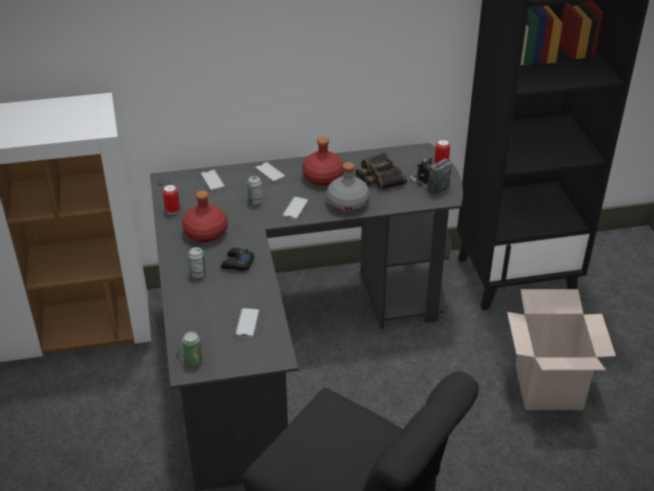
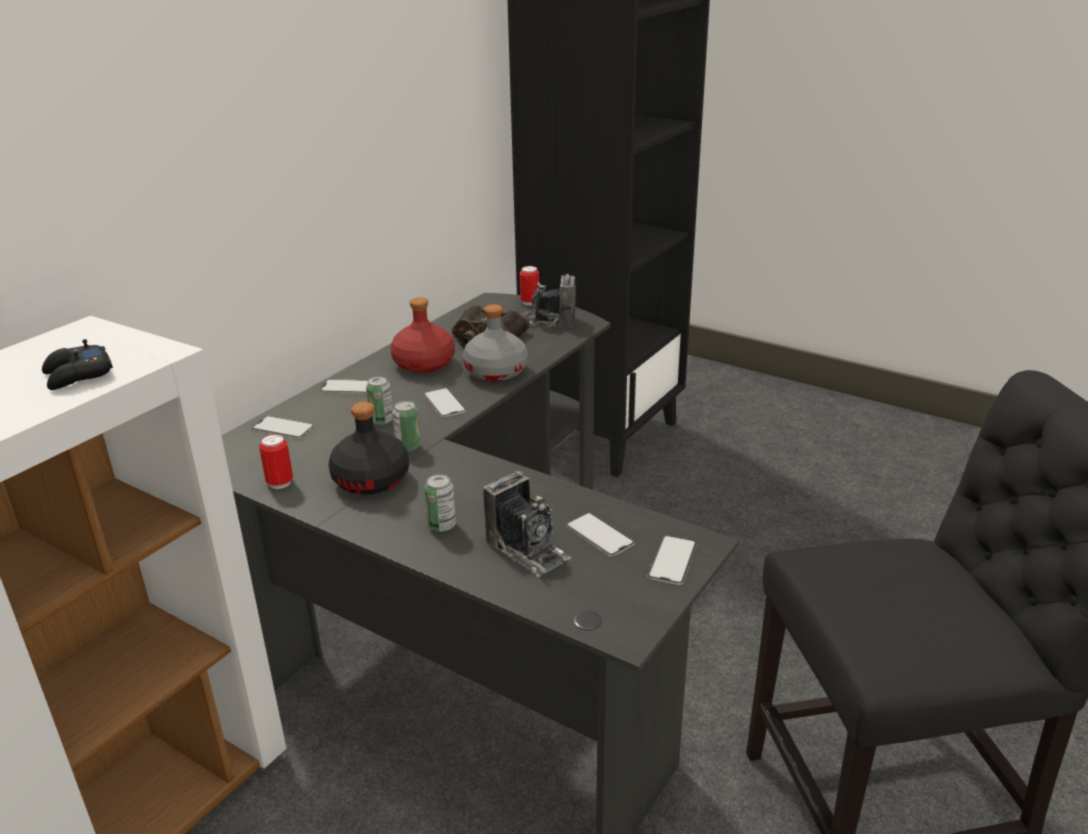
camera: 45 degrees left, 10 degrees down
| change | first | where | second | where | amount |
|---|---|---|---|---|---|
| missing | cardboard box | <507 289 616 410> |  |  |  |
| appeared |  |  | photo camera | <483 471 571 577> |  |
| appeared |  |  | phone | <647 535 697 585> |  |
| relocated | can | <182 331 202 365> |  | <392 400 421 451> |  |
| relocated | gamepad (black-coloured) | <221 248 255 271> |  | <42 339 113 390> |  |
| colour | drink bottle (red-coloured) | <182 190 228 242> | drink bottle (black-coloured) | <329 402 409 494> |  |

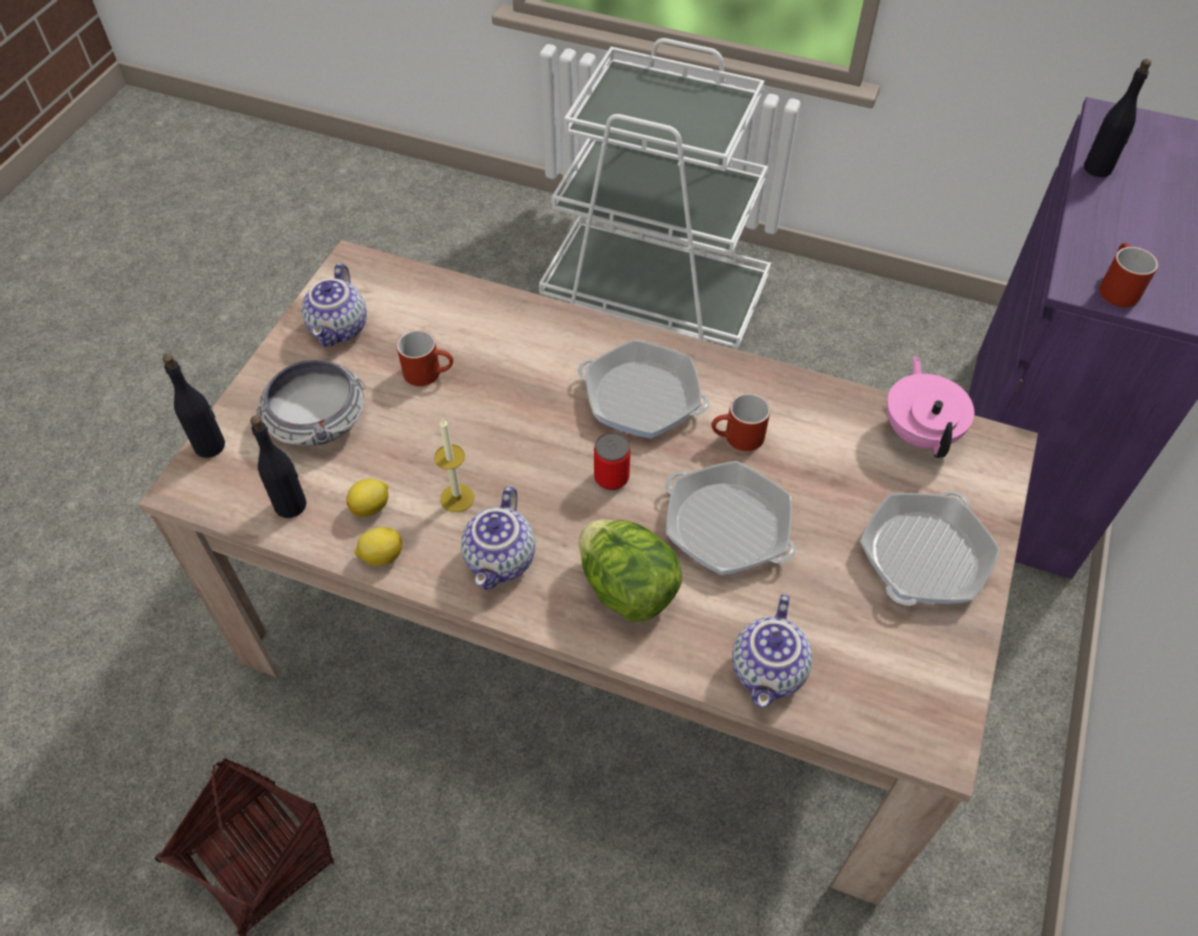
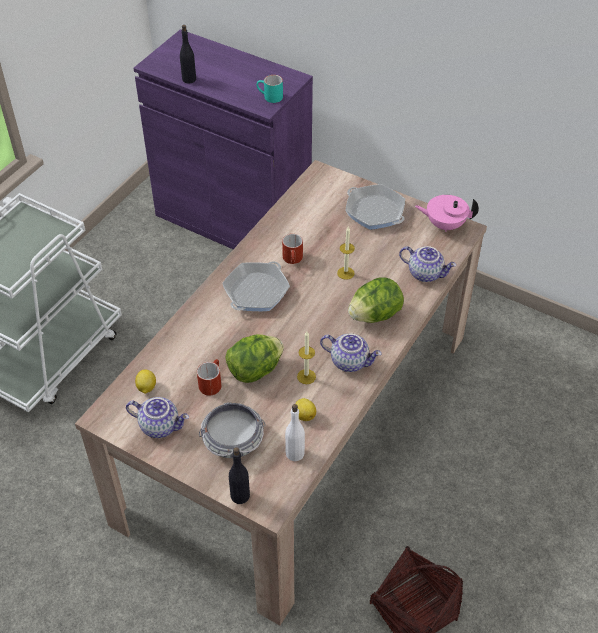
camera: 80 degrees left, 5 degrees down
| change | first | where | second | where | amount |
|---|---|---|---|---|---|
| missing | can | <594 432 630 490> |  |  |  |
| appeared |  |  | head of lettuce | <225 334 284 383> |  |
| relocated | citrus fruit | <355 527 402 566> |  | <135 370 156 394> |  |
| relocated | pot for tea (pink-coloured) | <887 356 974 458> |  | <415 195 479 232> |  |
| exchanged | pan | <665 461 796 575> | wax light | <337 227 355 280> |  |
| colour | drink bottle (black-coloured) | <250 416 307 518> | drink bottle (white) | <285 404 305 461> |  |
| colour | tea mug (red-coloured) | <1099 243 1158 307> | tea mug (blue-green) | <256 75 283 103> |  |

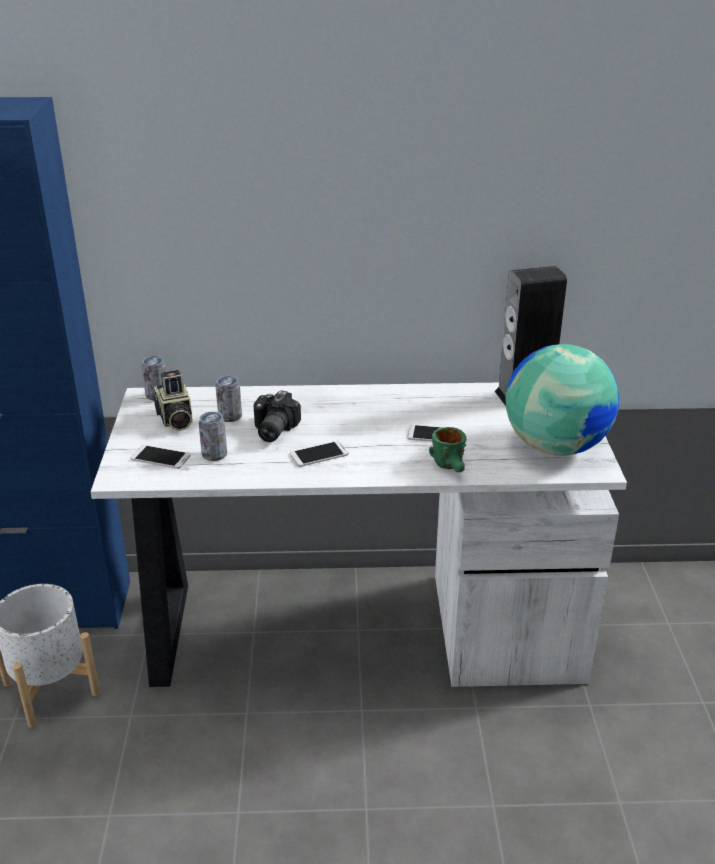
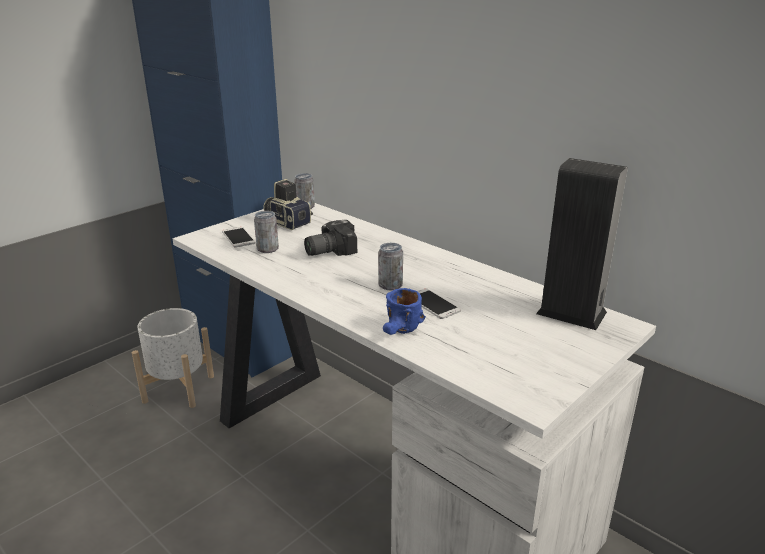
camera: 45 degrees right, 5 degrees down
| change | first | where | second | where | amount |
|---|---|---|---|---|---|
| missing | phone | <290 441 349 467> |  |  |  |
| missing | desk globe | <506 344 619 456> |  |  |  |
| relocated | can | <216 376 242 422> |  | <378 243 403 290> |  |
| colour | tea mug (green-coloured) | <429 427 466 472> | tea mug (blue-coloured) | <383 288 426 335> |  |
| spun | photo camera | <153 370 193 431> |  | <263 179 313 230> | 105 degrees clockwise |

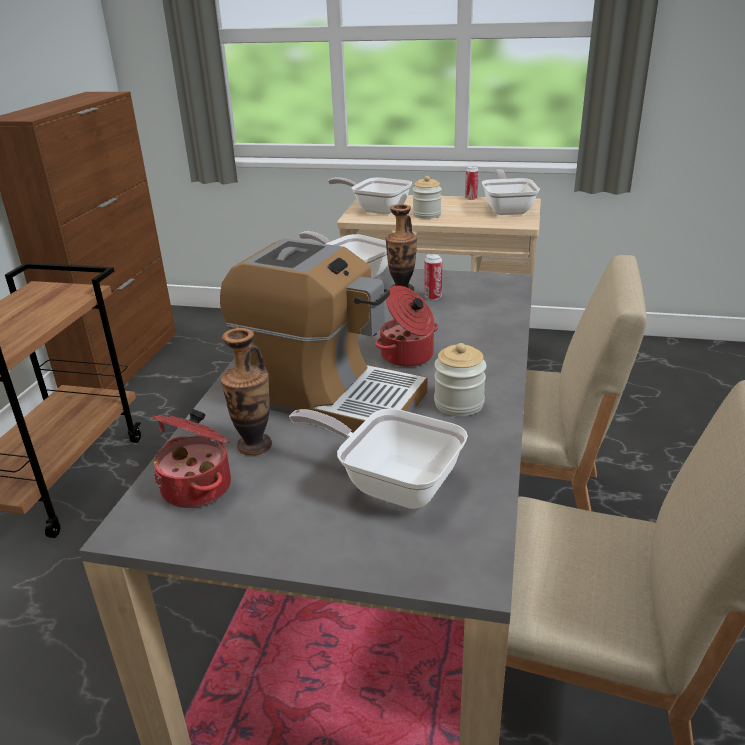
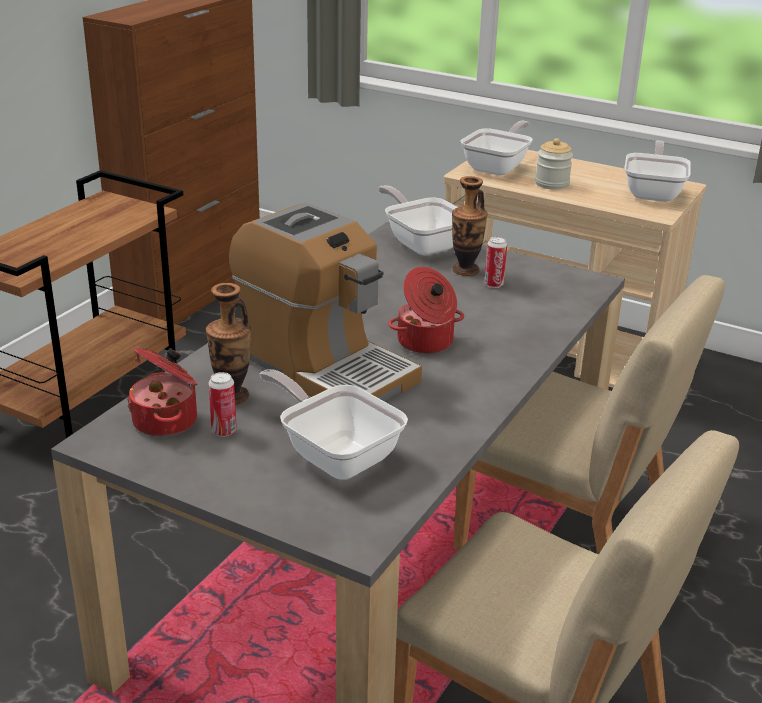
camera: 15 degrees right, 0 degrees up
| change | first | where | second | where | amount |
|---|---|---|---|---|---|
| missing | storage jar | <434 343 486 416> |  |  |  |
| relocated | can | <465 166 479 200> |  | <208 372 237 437> |  |
| spun | pan | <328 177 412 214> |  | <461 121 533 176> | 75 degrees clockwise |

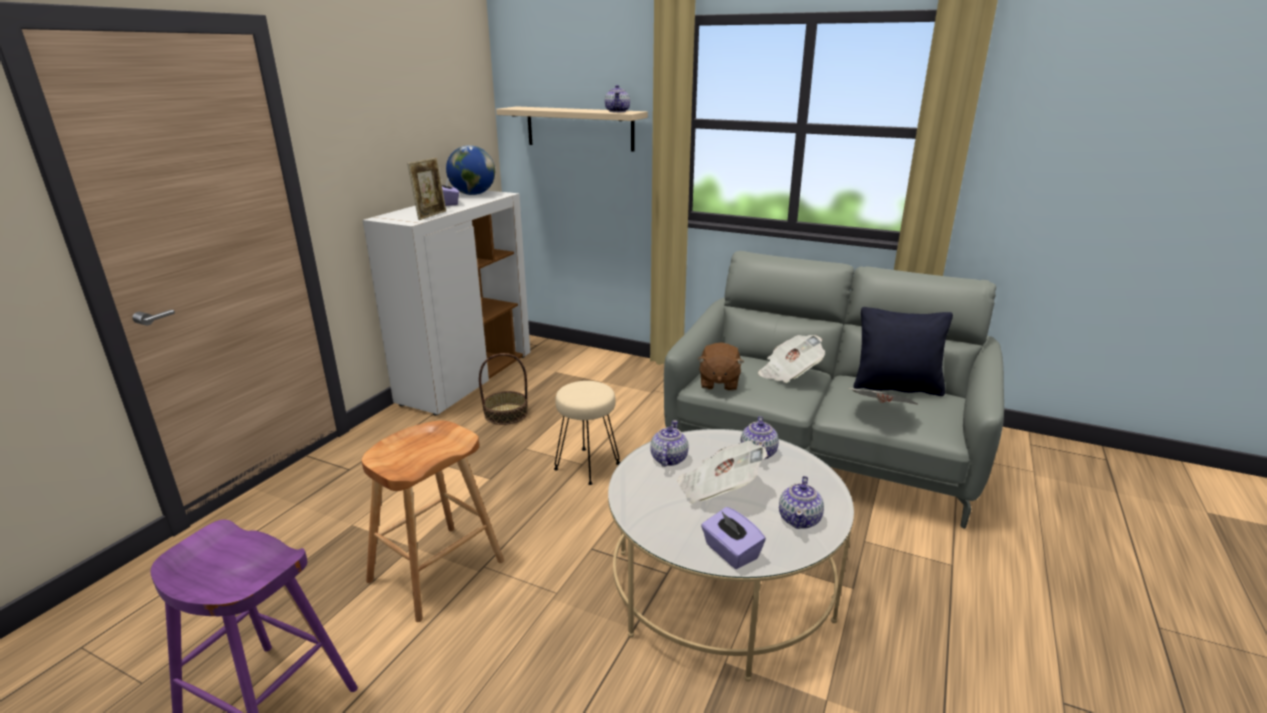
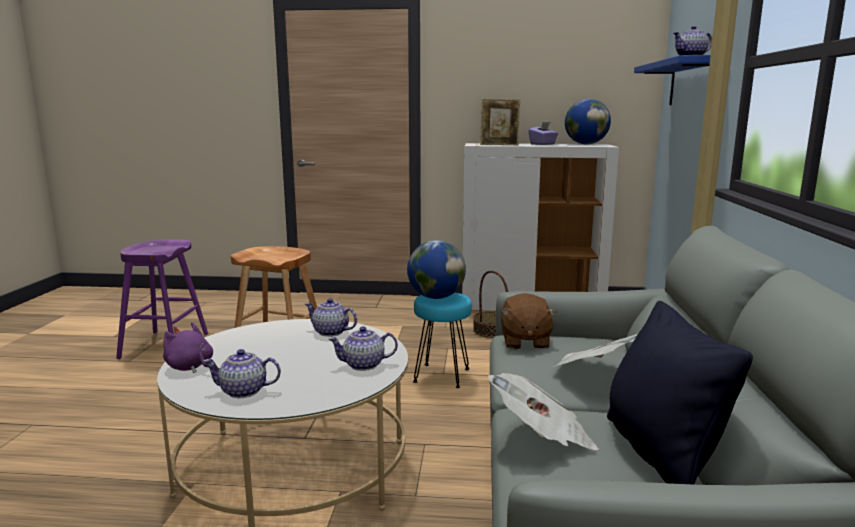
camera: 70 degrees right, 10 degrees down
| change | first | where | second | where | amount |
|---|---|---|---|---|---|
| missing | newspaper | <677 441 767 504> |  |  |  |
| appeared |  |  | desk globe | <407 240 466 299> |  |
| exchanged | box of tissues (purple) | <701 507 766 569> | plush toy (purple) | <163 322 213 373> |  |
| colour | bracket shelf (beige-coloured) | <496 106 648 152> | bracket shelf (blue-coloured) | <634 55 710 105> |  |
| colour | stool seat (beige-coloured) | <554 381 620 485> | stool seat (blue-green) | <413 293 472 388> |  |
| spun | pot for tea | <650 420 688 467> |  | <305 298 357 337> | 150 degrees counterclockwise |
| spun | plush toy (brownish) | <698 342 744 391> |  | <501 293 558 349> | 75 degrees counterclockwise |

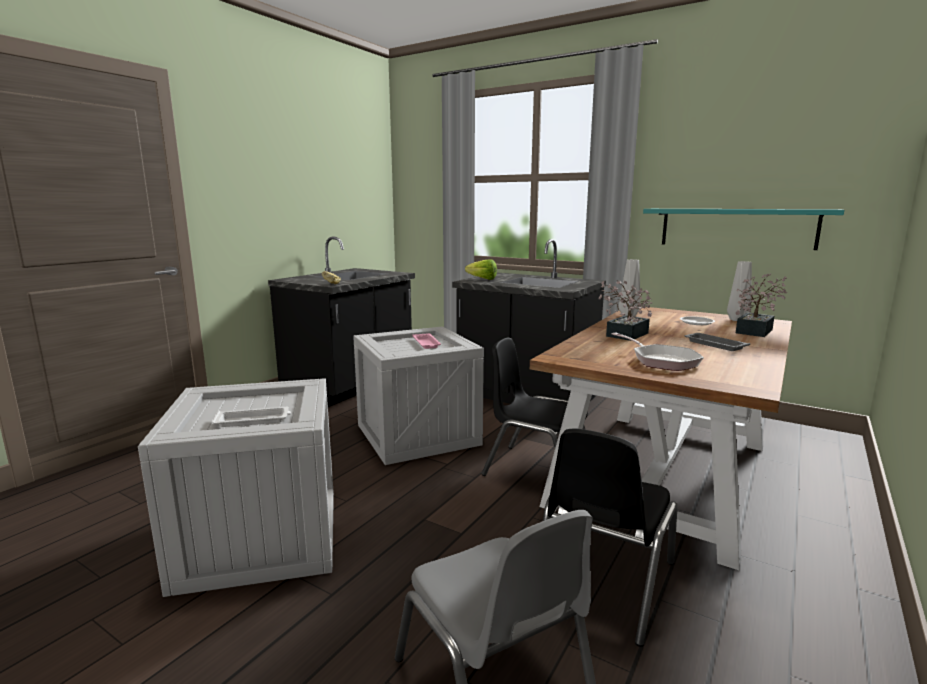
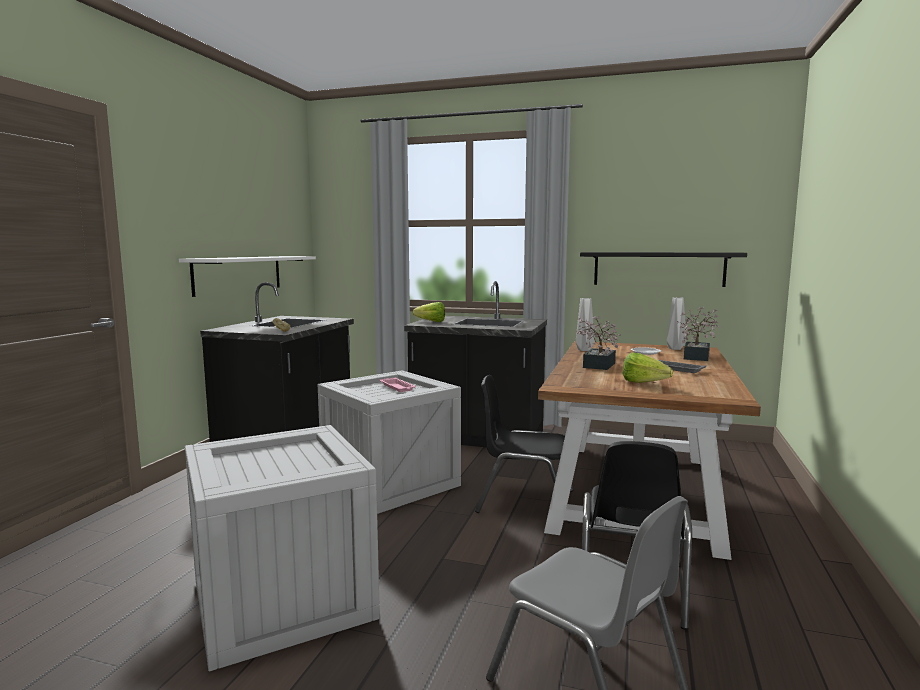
camera: 15 degrees left, 5 degrees down
| change | first | where | second | where | amount |
|---|---|---|---|---|---|
| missing | serving tray (white) | <212 407 291 427> |  |  |  |
| appeared |  |  | bracket shelf (white) | <179 256 316 297> |  |
| exchanged | pan | <612 333 704 371> | head of lettuce | <623 353 673 383> |  |
| colour | bracket shelf (blue-green) | <643 209 844 250> | bracket shelf (black-coloured) | <580 252 747 287> |  |

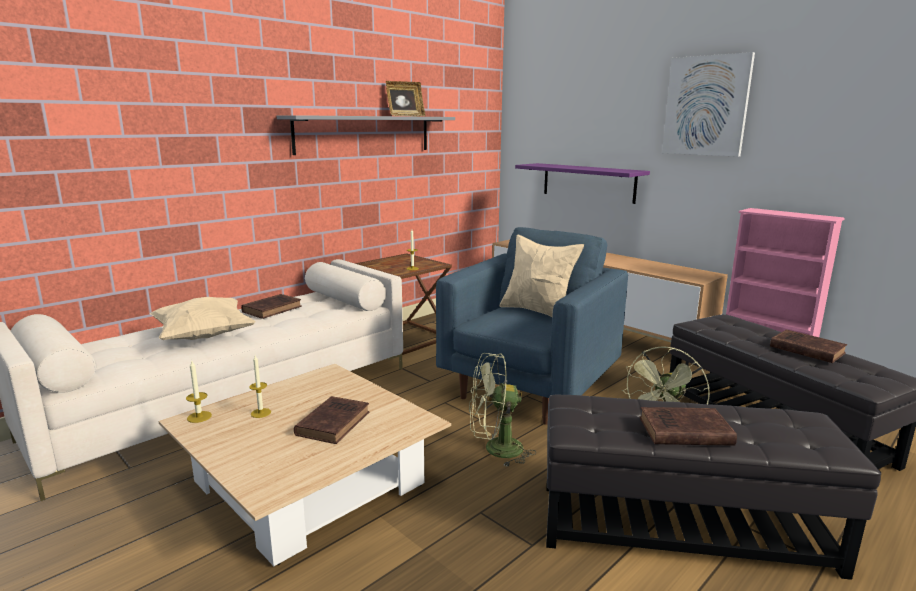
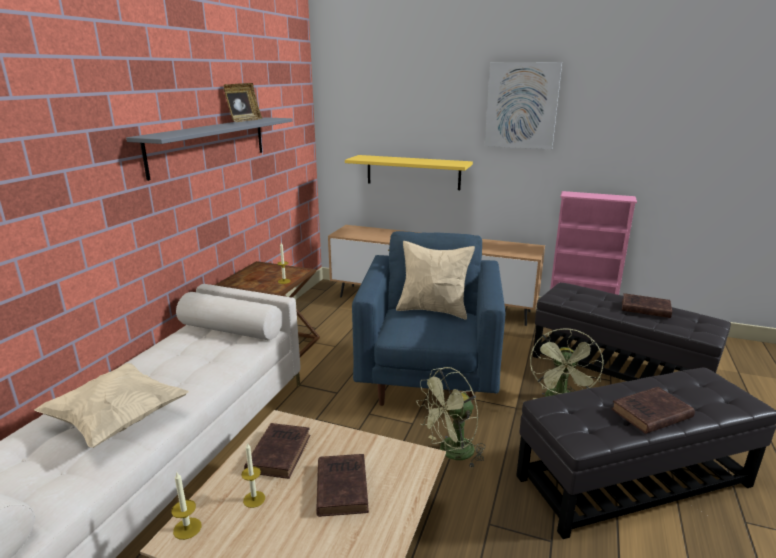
camera: 25 degrees left, 5 degrees up
| change | first | where | second | where | amount |
|---|---|---|---|---|---|
| relocated | bound book (brownish) | <241 294 302 319> |  | <244 423 311 479> |  |
| colour | bracket shelf (purple) | <515 163 650 204> | bracket shelf (yellow) | <345 155 473 190> |  |

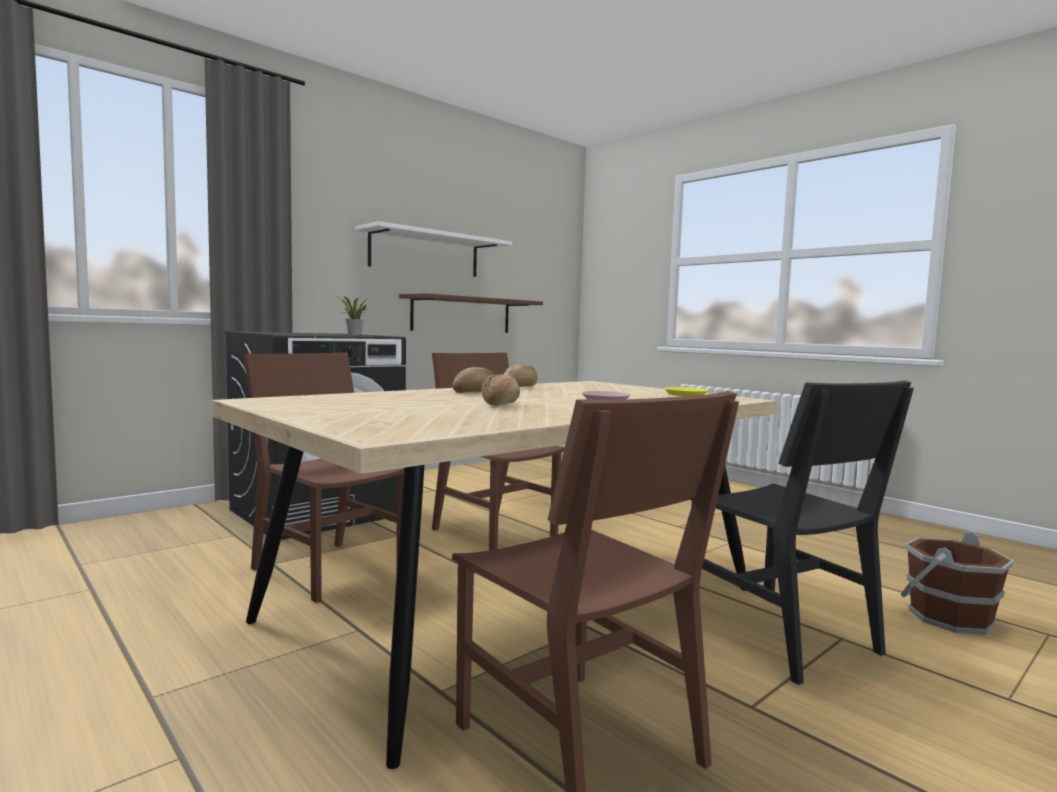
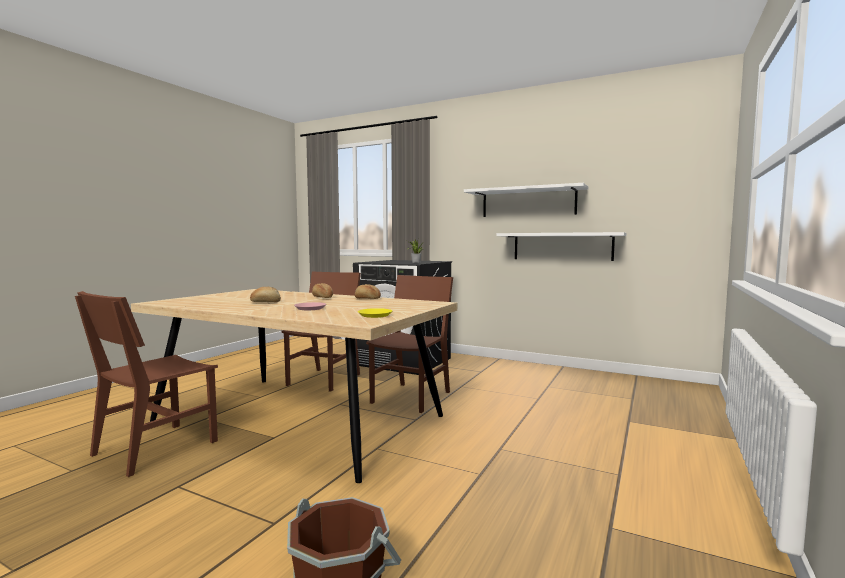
camera: 70 degrees right, 0 degrees up
| change | first | where | second | where | amount |
|---|---|---|---|---|---|
| missing | chair (black-coloured) | <690 381 914 685> |  |  |  |
| colour | bracket shelf (brownish) | <399 293 543 333> | bracket shelf (white) | <496 232 626 261> |  |

